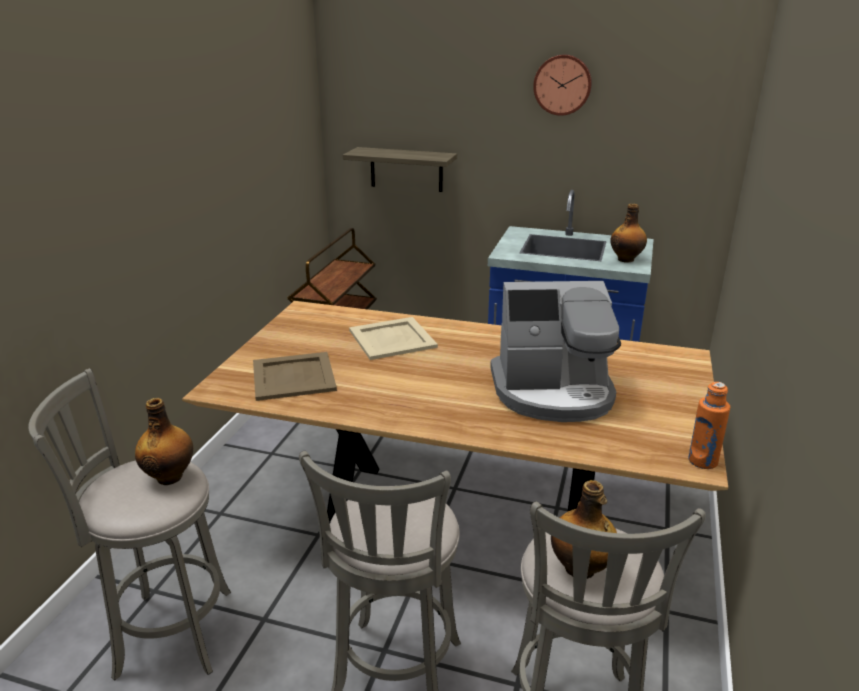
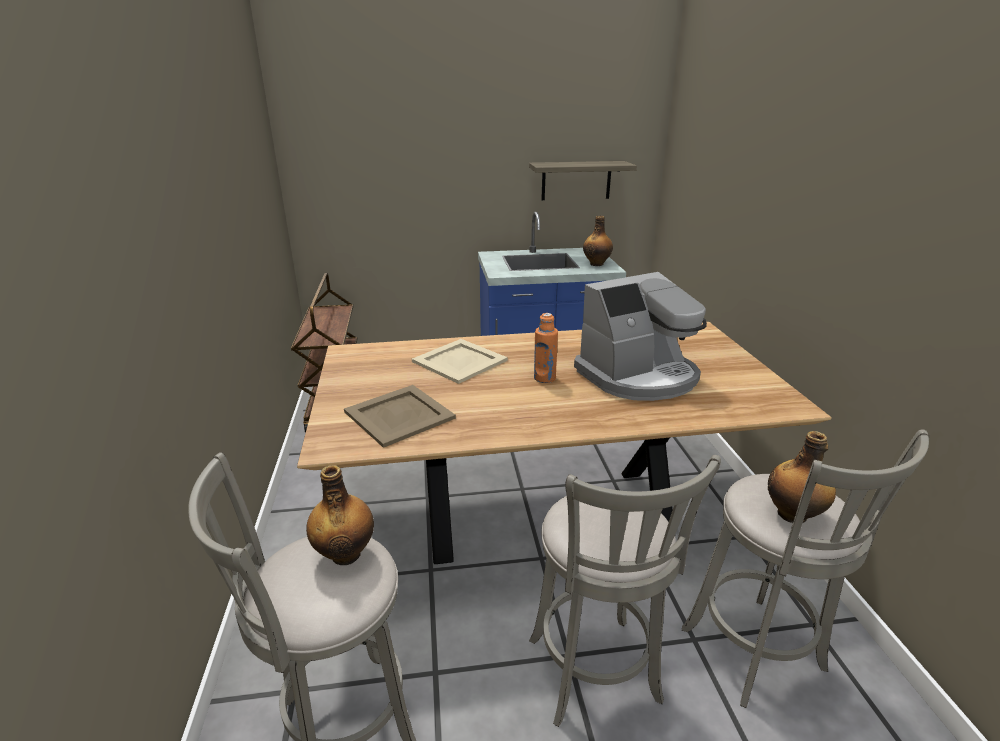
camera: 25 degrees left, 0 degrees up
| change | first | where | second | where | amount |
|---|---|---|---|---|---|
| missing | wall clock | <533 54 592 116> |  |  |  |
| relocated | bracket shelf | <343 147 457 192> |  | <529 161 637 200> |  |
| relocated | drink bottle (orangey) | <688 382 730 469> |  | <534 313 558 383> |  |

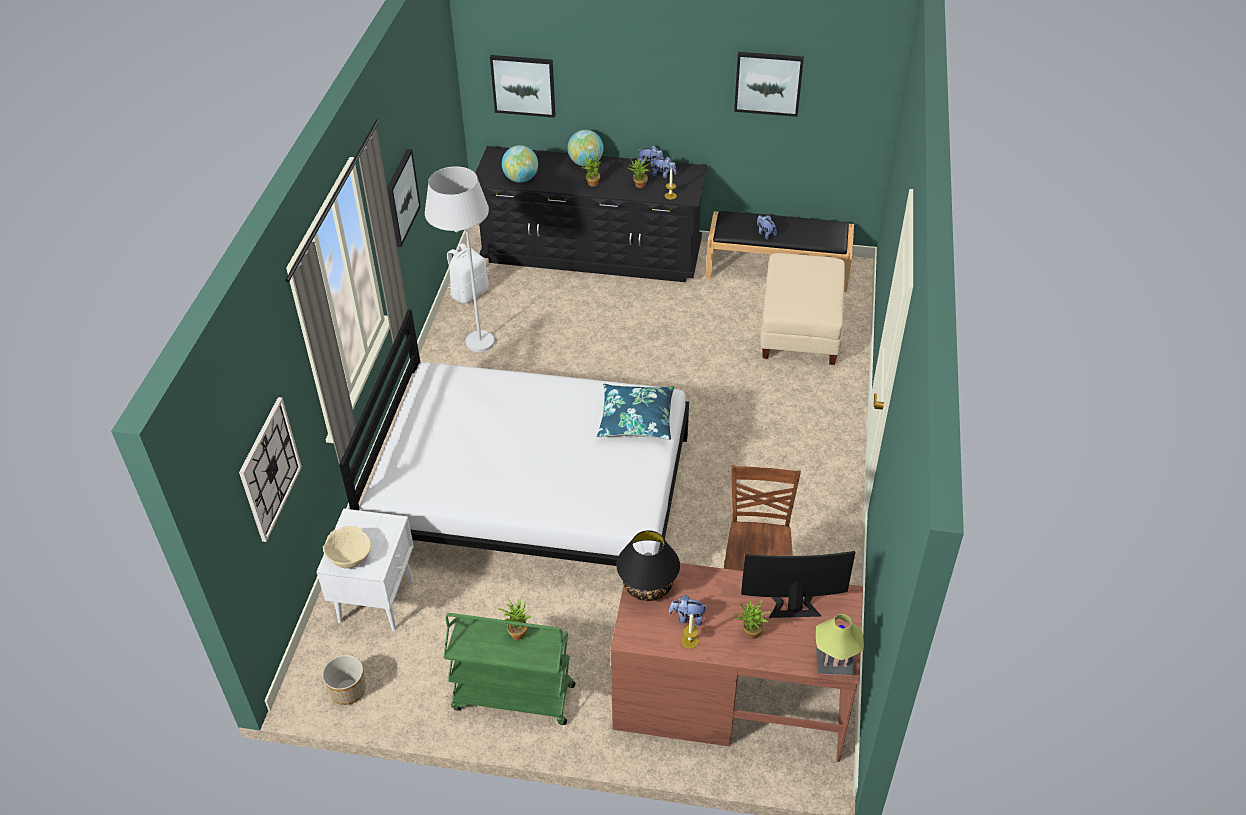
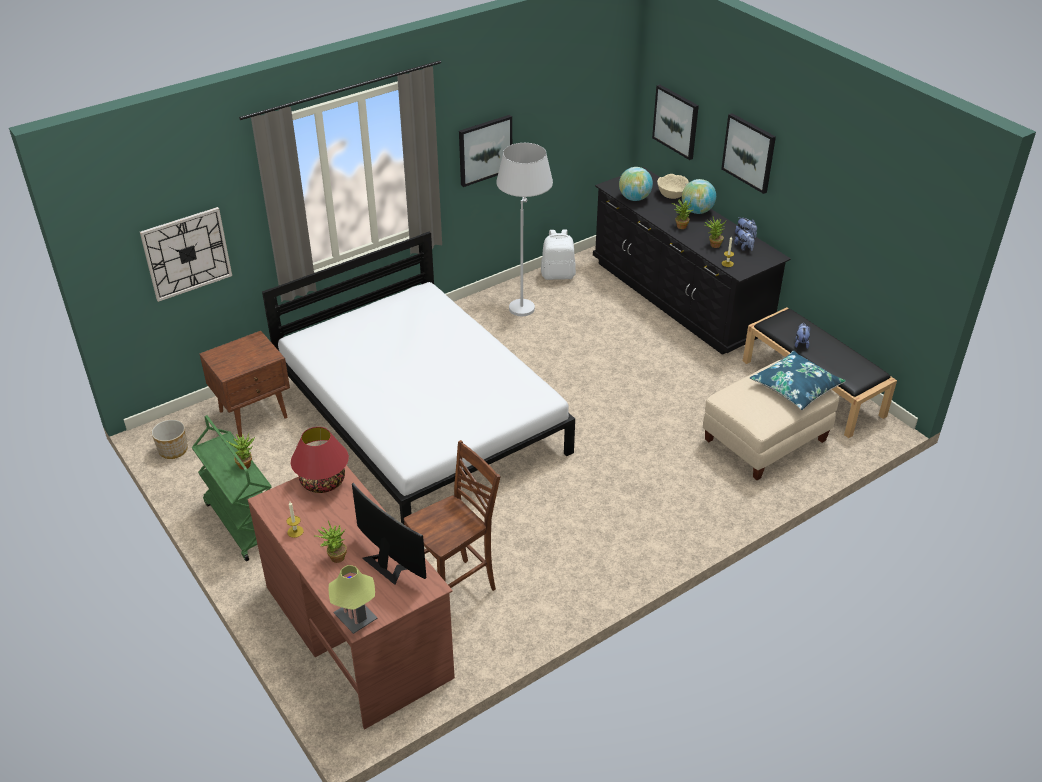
camera: 45 degrees right, 5 degrees down
| change | first | where | second | where | amount |
|---|---|---|---|---|---|
| missing | plush toy | <669 595 708 626> |  |  |  |
| relocated | bowl (beige-coloured) | <323 526 371 569> |  | <657 174 689 199> |  |
| relocated | throw pillow (blue-coloured) | <597 384 674 440> |  | <750 351 846 410> |  |
| relocated | wall art | <734 52 804 117> |  | <721 113 776 194> |  |
| colour | night table (white) | <316 509 414 631> | night table (brownish) | <199 331 290 438> |  |
| colour | table lamp (black-coloured) | <616 530 680 601> | table lamp (red-coloured) | <291 427 349 493> |  |

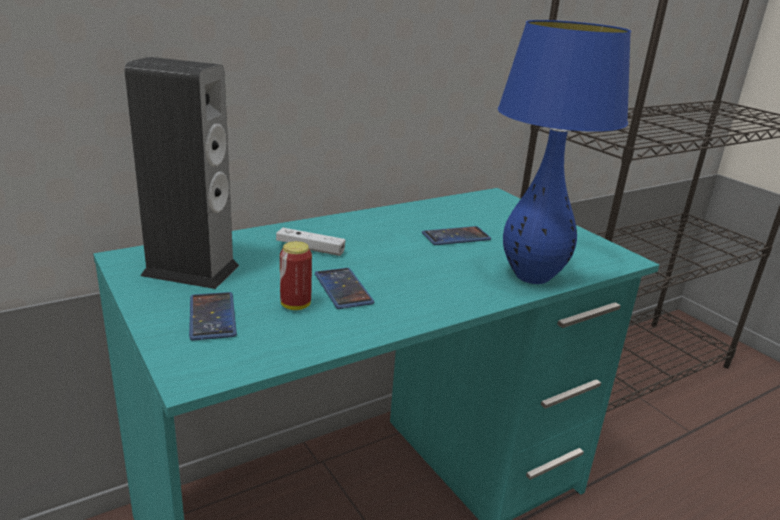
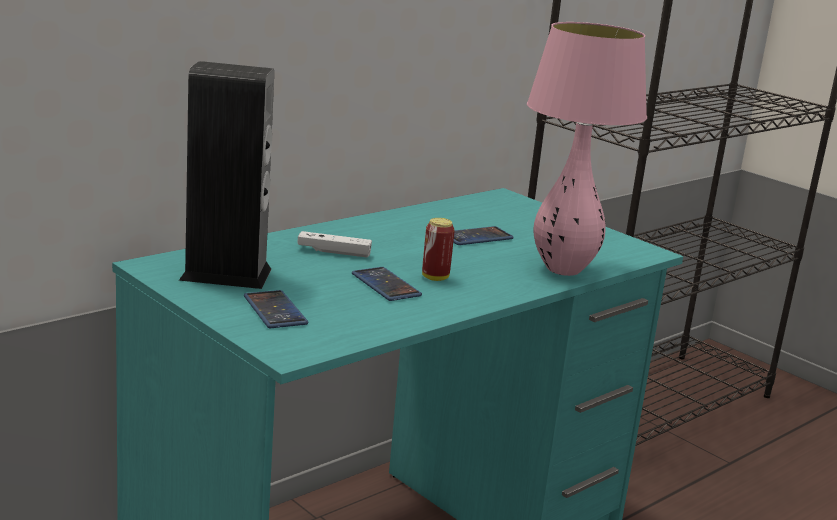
camera: 10 degrees left, 5 degrees down
| change | first | where | second | where | amount |
|---|---|---|---|---|---|
| relocated | can | <280 241 312 310> |  | <422 218 455 281> |  |
| colour | table lamp (blue-coloured) | <498 20 631 284> | table lamp (pink-coloured) | <527 22 647 276> |  |

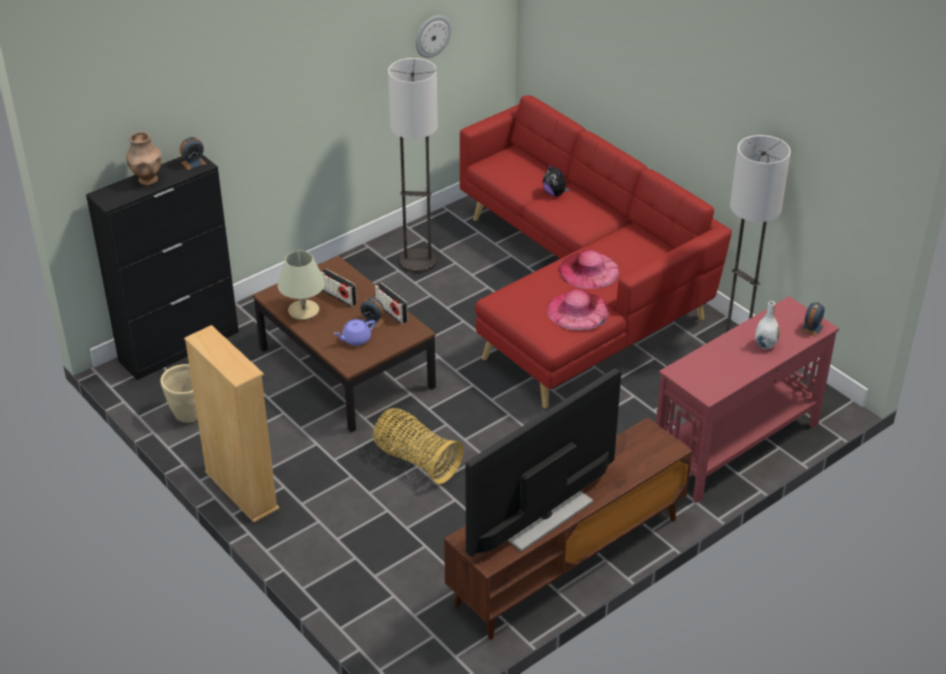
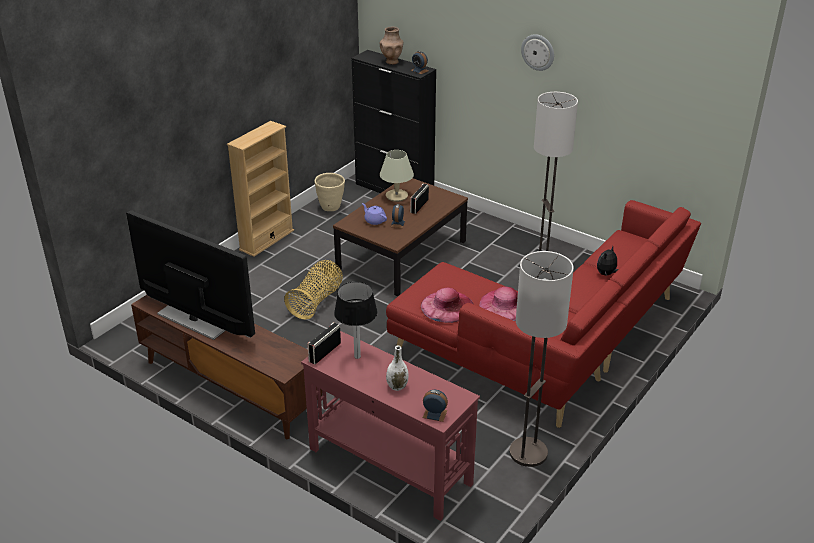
camera: 75 degrees right, 5 degrees down
| change | first | where | second | where | amount |
|---|---|---|---|---|---|
| appeared |  |  | table lamp | <334 282 378 359> |  |
| relocated | radio set | <375 283 408 324> |  | <307 322 341 364> |  |
| relocated | wall clock | <416 15 452 58> |  | <521 34 554 71> |  |

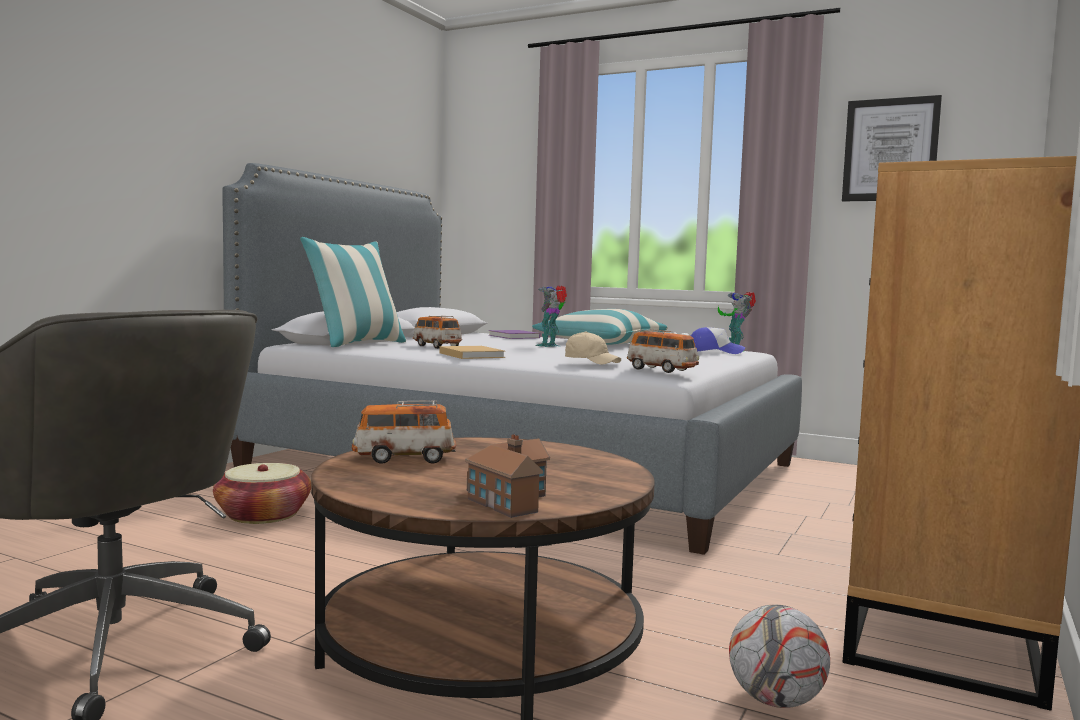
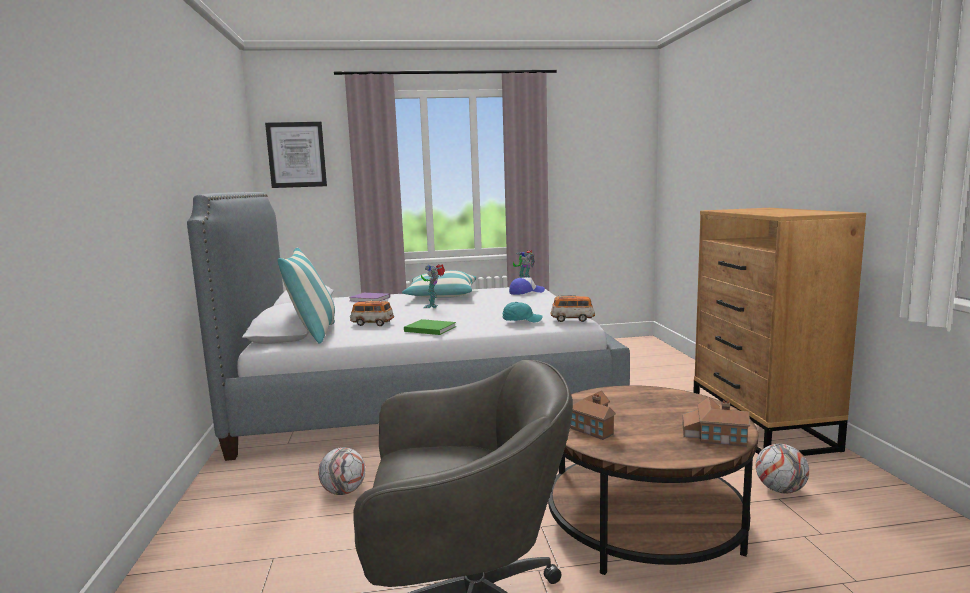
camera: 35 degrees left, 5 degrees up
| change | first | where | second | where | amount |
|---|---|---|---|---|---|
| relocated | wall art | <842 95 942 201> |  | <265 122 327 188> |  |
| exchanged | basket | <213 463 311 524> | football | <318 447 365 495> |  |
| exchanged | miniature car | <351 400 456 464> | miniature house | <570 391 616 440> |  |
| colour | bound book (beige-coloured) | <439 346 505 359> | bound book (green-coloured) | <404 319 456 335> |  |
| colour | peaked cap (beige-coloured) | <565 332 621 364> | peaked cap (blue-green) | <502 302 543 322> |  |

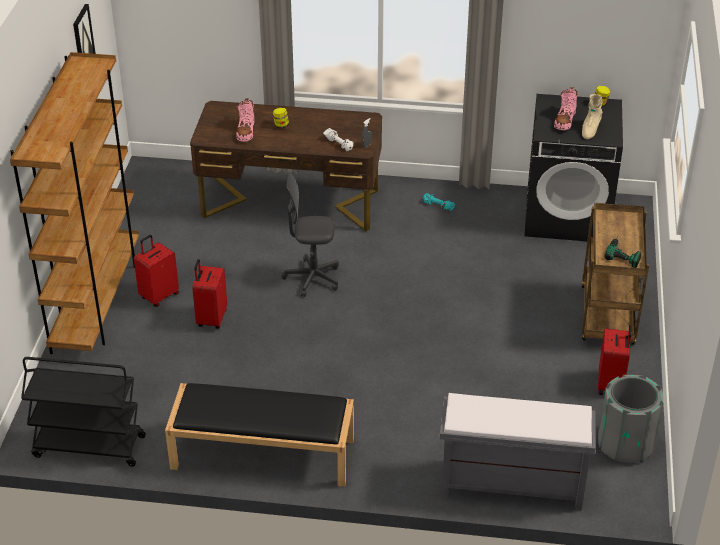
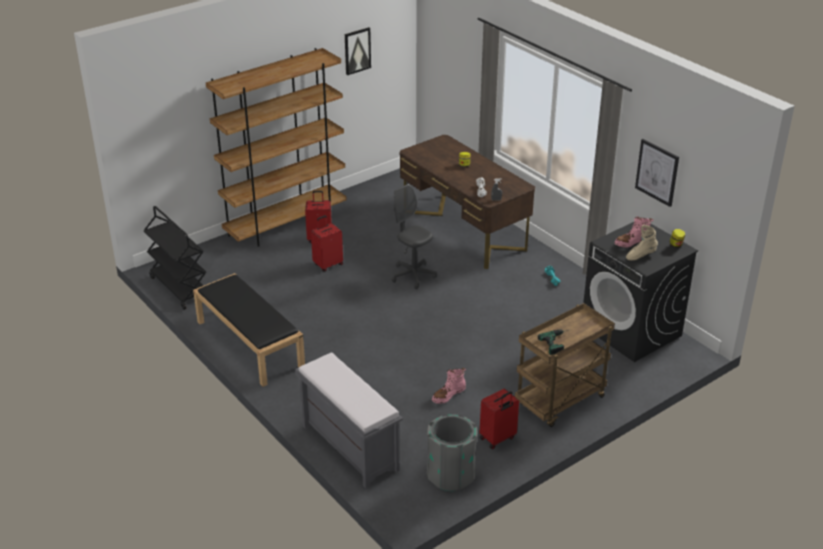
camera: 45 degrees right, 5 degrees down
| change | first | where | second | where | amount |
|---|---|---|---|---|---|
| appeared |  |  | wall art | <635 139 679 207> |  |
| relocated | boot (pink-coloured) | <236 98 255 142> |  | <432 368 466 404> |  |

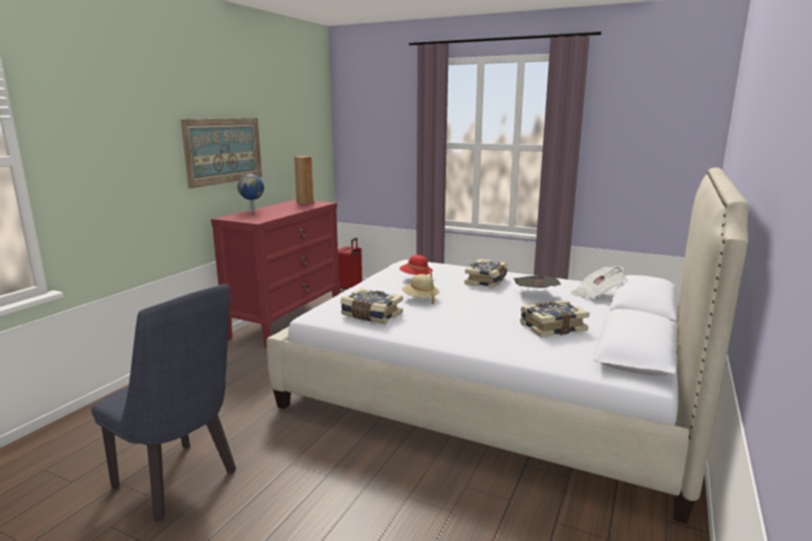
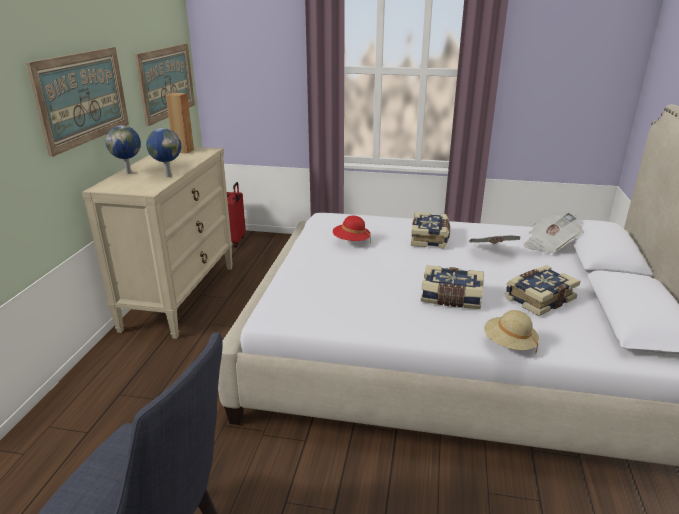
camera: 15 degrees left, 10 degrees up
| change | first | where | second | where | amount |
|---|---|---|---|---|---|
| appeared |  |  | wall art | <135 44 195 126> |  |
| appeared |  |  | desk globe | <146 128 181 177> |  |
| relocated | bound book | <340 288 403 324> |  | <421 265 484 309> |  |
| relocated | hat (beige-coloured) | <402 274 440 304> |  | <484 310 539 354> |  |
| colour | dresser (red-coloured) | <211 199 340 348> | dresser (beige-coloured) | <82 147 233 339> |  |

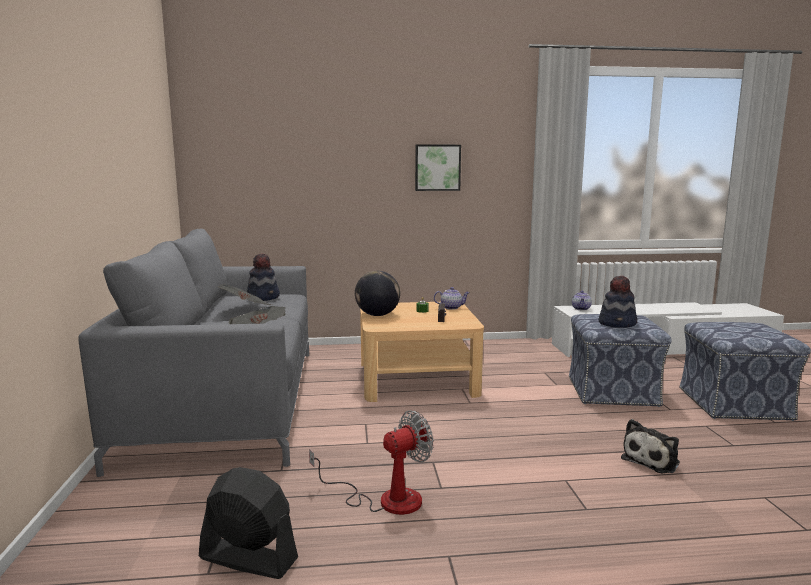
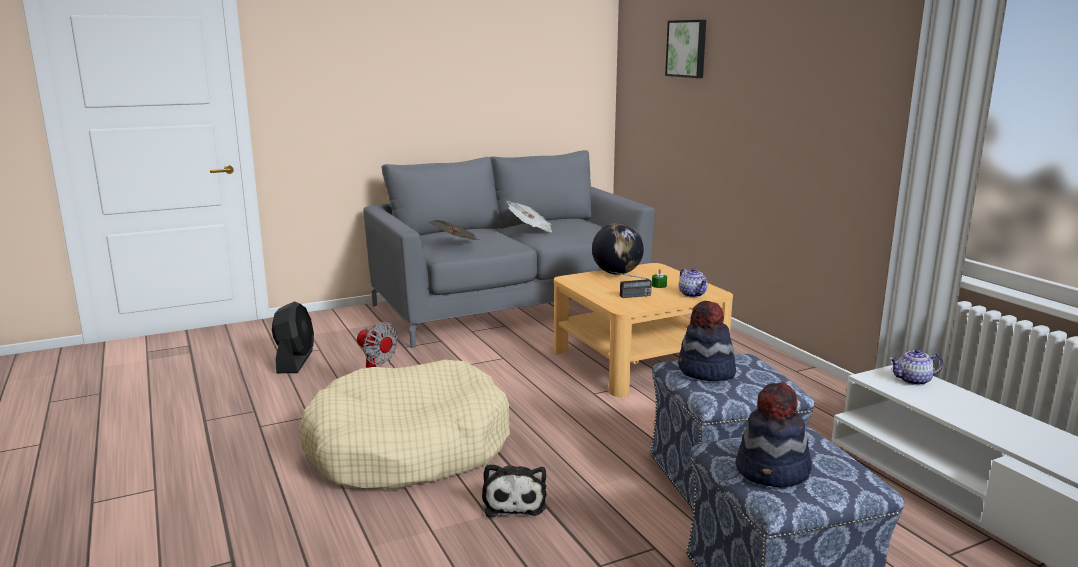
camera: 70 degrees right, 5 degrees up
| change | first | where | second | where | amount |
|---|---|---|---|---|---|
| appeared |  |  | dog bed (beige-coloured) | <299 360 510 489> |  |
| relocated | hat | <247 253 280 301> |  | <735 382 812 488> |  |
| relocated | wall art | <415 144 461 191> |  | <665 20 706 78> |  |
| spun | plush toy | <621 419 680 474> |  | <482 464 546 517> | 120 degrees counterclockwise |

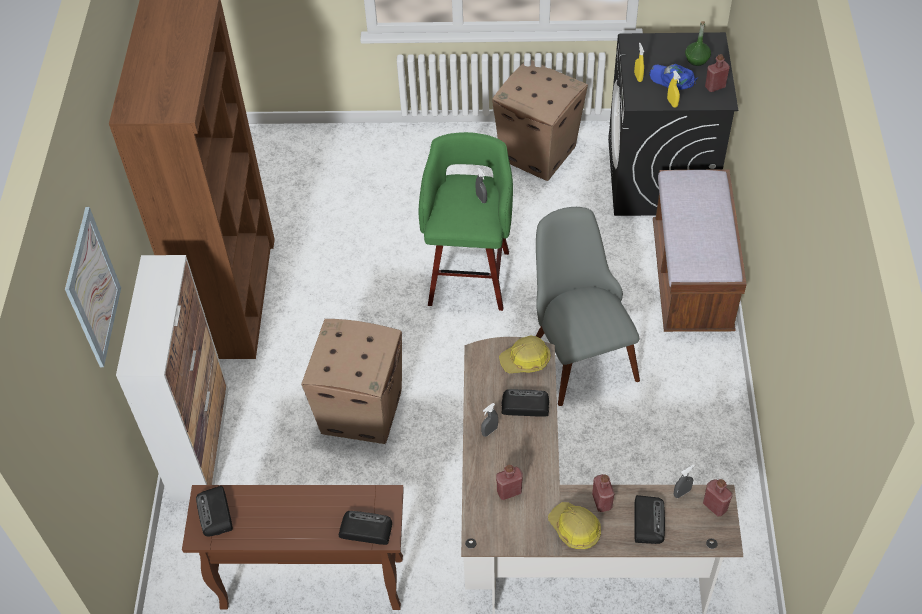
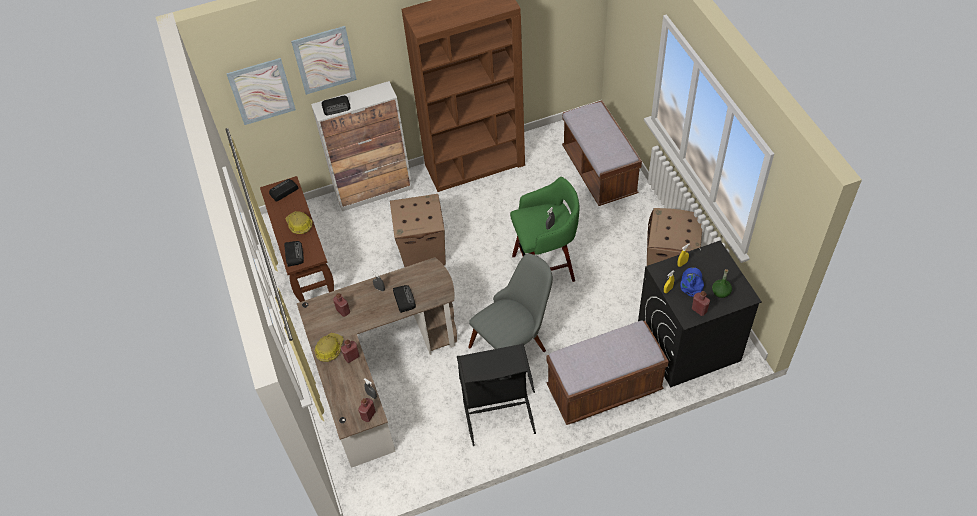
camera: 70 degrees right, 0 degrees up
| change | first | where | second | where | amount |
|---|---|---|---|---|---|
| appeared |  |  | wall art | <226 58 296 125> |  |
| appeared |  |  | washing basket (black-coloured) | <457 343 536 446> |  |
| appeared |  |  | bench (brownish) | <562 100 642 206> |  |
| relocated | hard hat | <499 336 551 374> |  | <285 211 313 234> |  |
| relocated | radio set | <634 495 665 544> |  | <322 96 350 115> |  |

